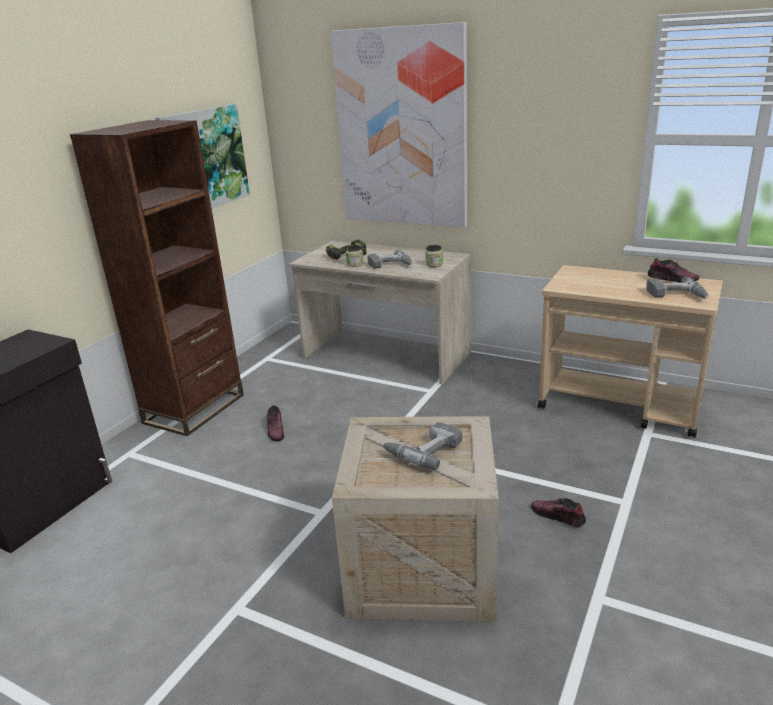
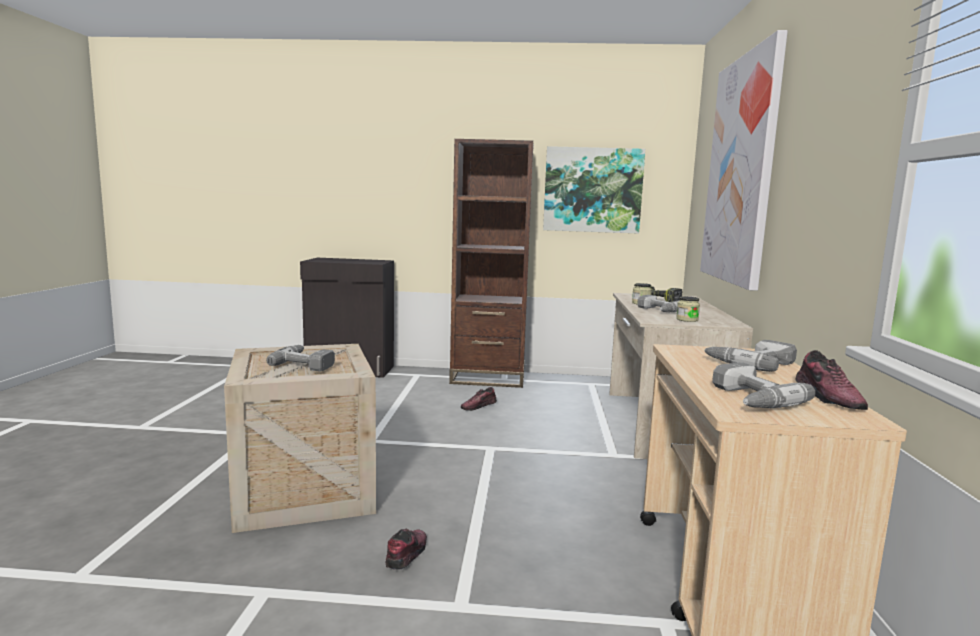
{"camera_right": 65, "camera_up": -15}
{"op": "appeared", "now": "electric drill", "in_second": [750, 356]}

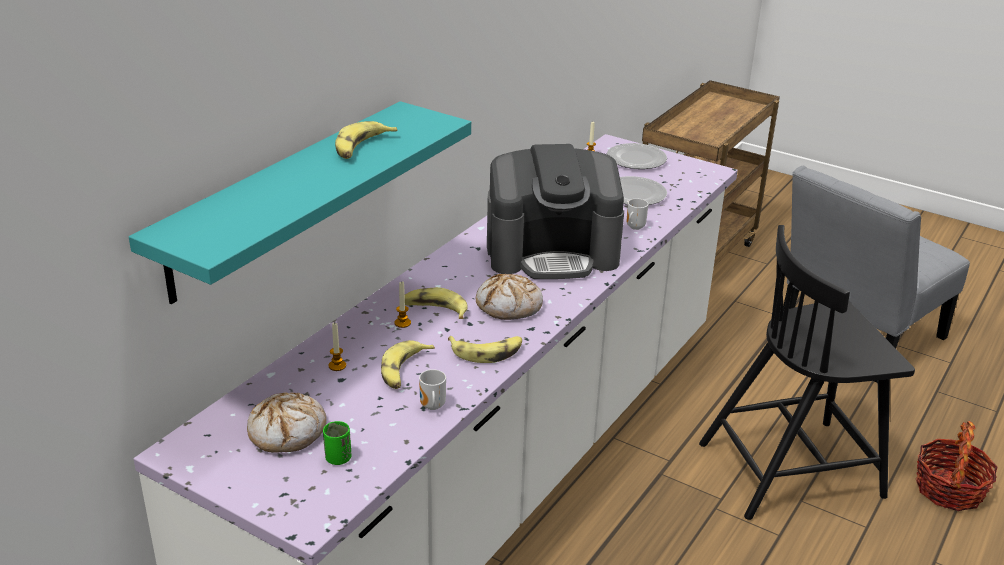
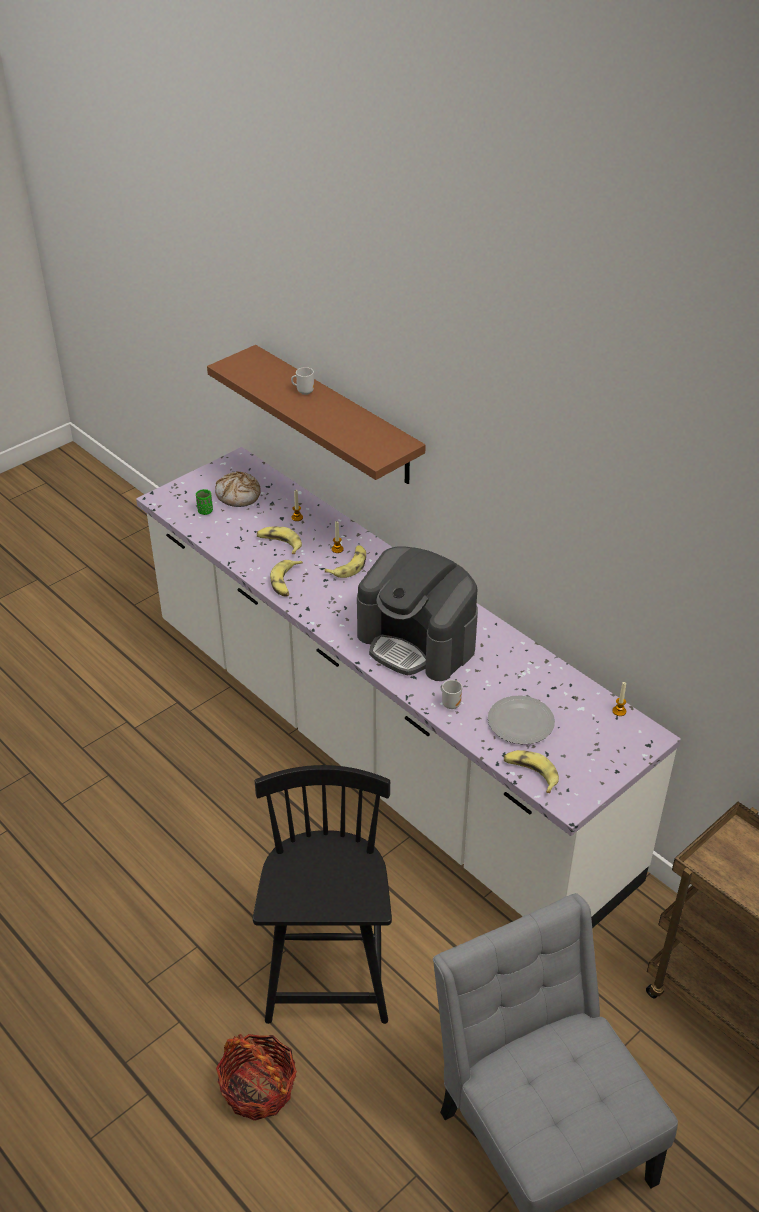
{"camera_right": 105, "camera_up": 10}
{"op": "missing", "was": "baked bread", "in_first": [509, 297]}
{"op": "missing", "was": "flat dish", "in_first": [637, 156]}
{"op": "relocated", "was": "banana fruit", "in_first": [366, 140], "in_second": [531, 771]}
{"op": "relocated", "was": "tea mug", "in_first": [432, 389], "in_second": [302, 381]}
{"op": "colour", "was": "turquoise-coloured shelf", "now": "brown-coloured shelf", "in_first": [300, 202], "in_second": [316, 414]}
{"op": "spun", "was": "coffee machine", "in_first": [555, 211], "in_second": [417, 613], "clockwise": -60}

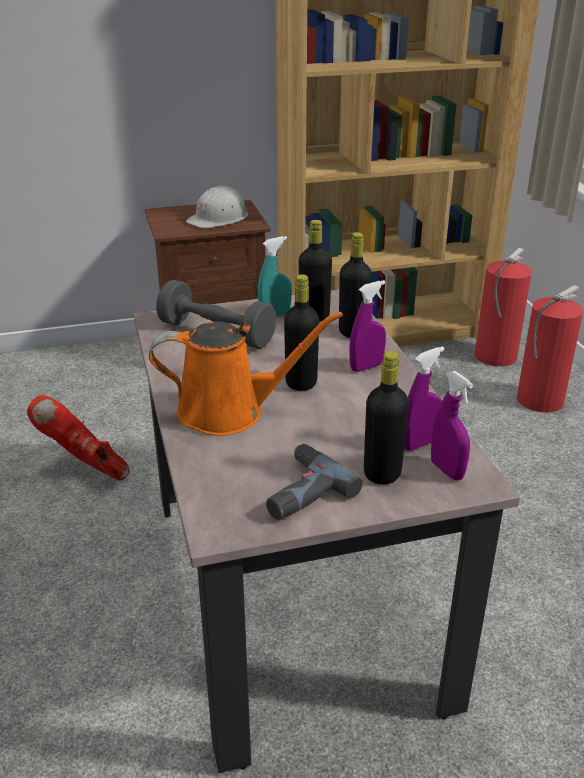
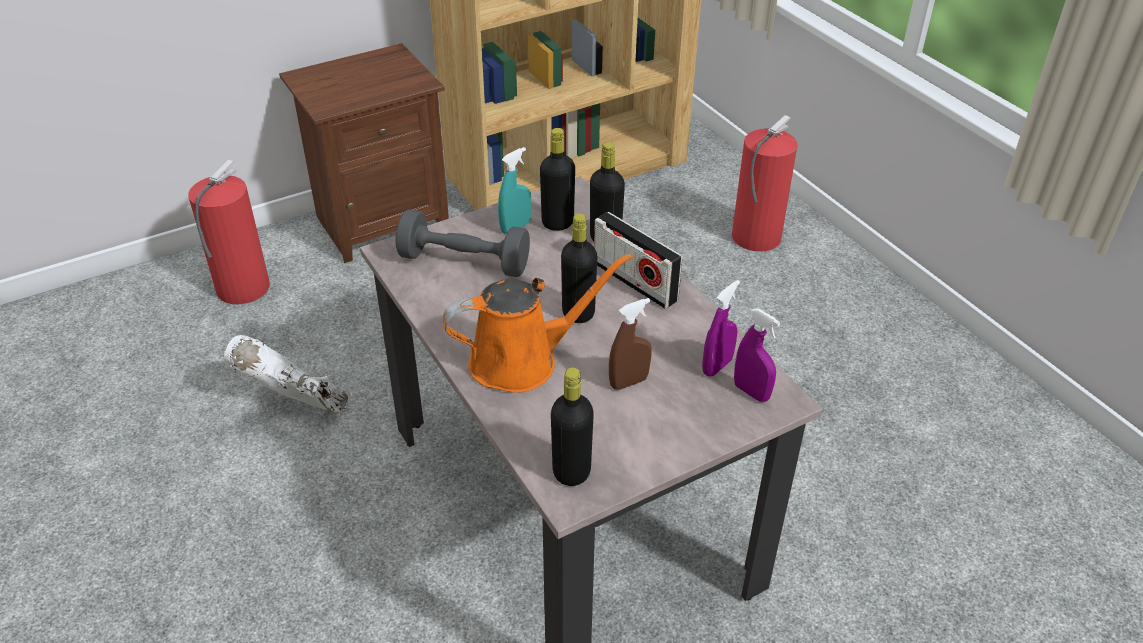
{"camera_right": -15, "camera_up": 10}
{"op": "missing", "was": "white-coloured work helmet", "in_first": [217, 206]}
{"op": "missing", "was": "electric drill", "in_first": [314, 482]}
{"op": "appeared", "now": "brown-coloured spray bottle", "in_second": [630, 344]}
{"op": "relocated", "was": "black bottle", "in_first": [386, 418], "in_second": [572, 426]}
{"op": "relocated", "was": "fire extinguisher", "in_first": [503, 307], "in_second": [229, 232]}
{"op": "exchanged", "was": "purplish spray bottle", "now": "radio receiver", "in_first": [367, 326], "in_second": [638, 260]}
{"op": "colour", "was": "red tall boot", "now": "white-coloured tall boot", "in_first": [78, 437], "in_second": [286, 374]}

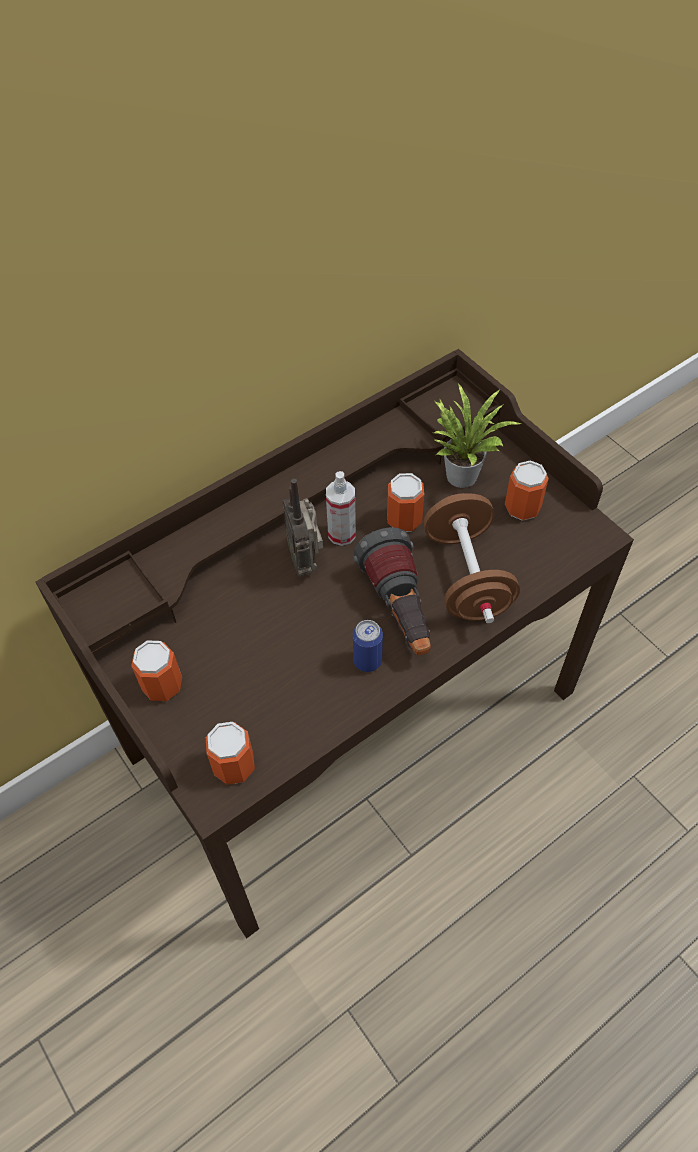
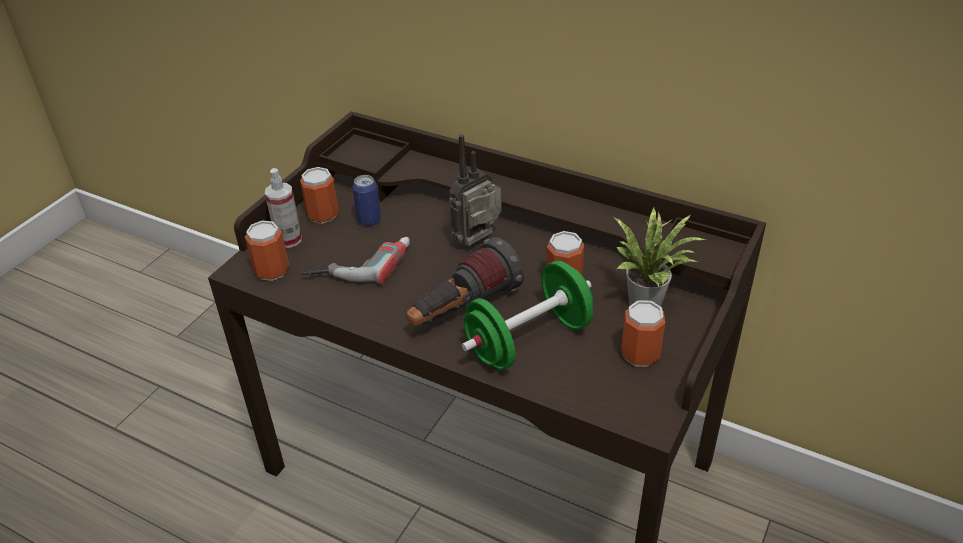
{"camera_right": 65, "camera_up": -15}
{"op": "appeared", "now": "electric drill", "in_second": [355, 261]}
{"op": "relocated", "was": "spray bottle", "in_first": [341, 508], "in_second": [283, 208]}
{"op": "relocated", "was": "sealed can", "in_first": [368, 646], "in_second": [367, 200]}
{"op": "colour", "was": "brown-coloured dumbbell", "now": "green dumbbell", "in_first": [471, 558], "in_second": [527, 316]}

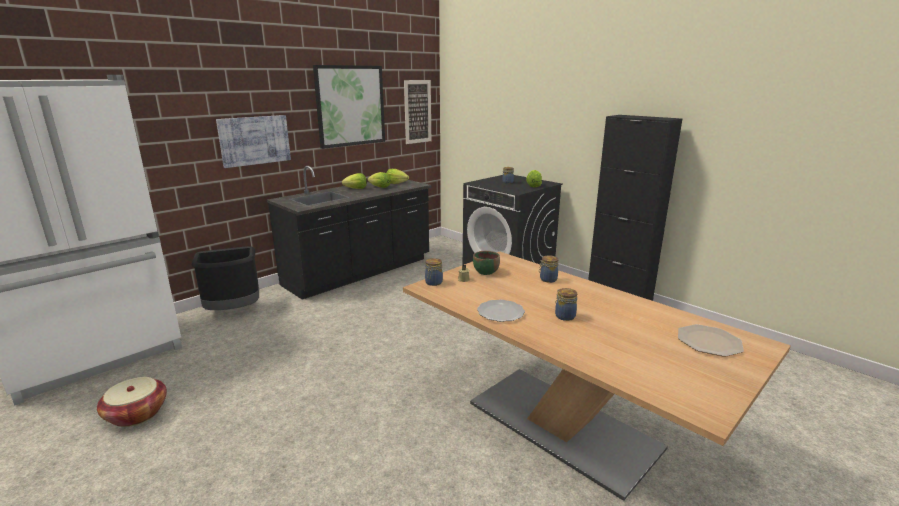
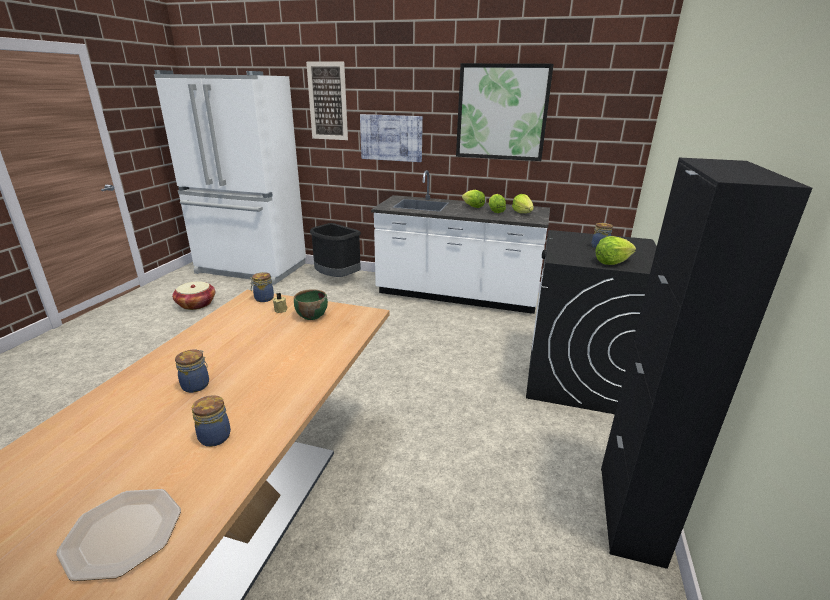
{"camera_right": 60, "camera_up": 5}
{"op": "missing", "was": "flat dish", "in_first": [501, 311]}
{"op": "relocated", "was": "wall picture", "in_first": [417, 112], "in_second": [327, 101]}
{"op": "relocated", "was": "preserve jar", "in_first": [549, 269], "in_second": [211, 421]}
{"op": "colour", "was": "black counter", "now": "white-coloured counter", "in_first": [349, 233], "in_second": [460, 242]}

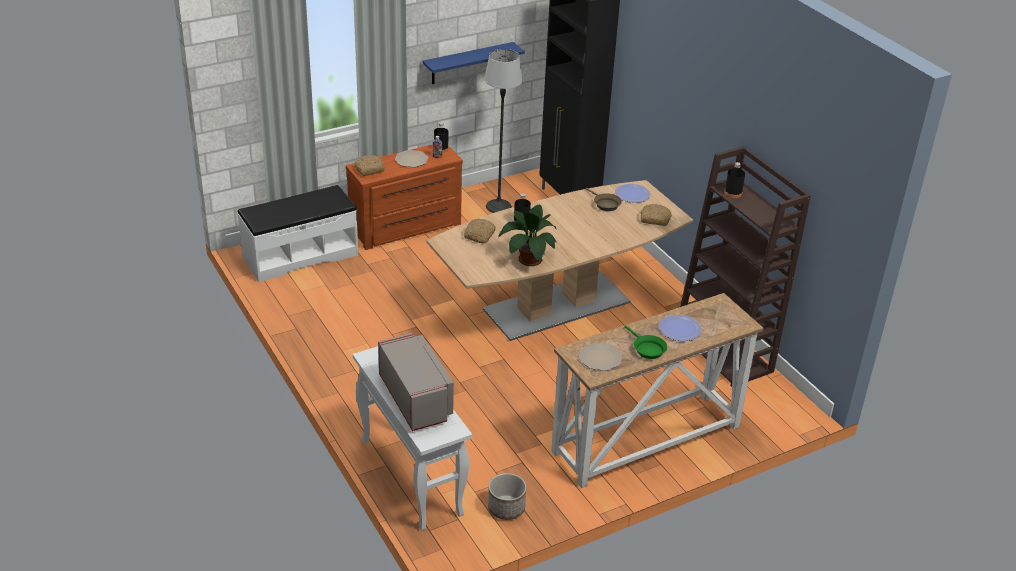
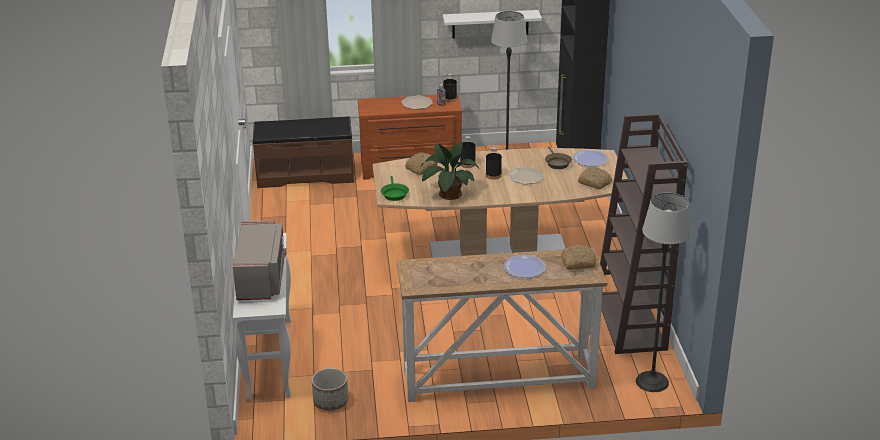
{"camera_right": 25, "camera_up": -5}
{"op": "appeared", "now": "standing lamp", "in_second": [664, 292]}
{"op": "relocated", "was": "baked bread", "in_first": [370, 165], "in_second": [578, 257]}
{"op": "relocated", "was": "flat dish", "in_first": [600, 357], "in_second": [526, 175]}
{"op": "relocated", "was": "green skillet", "in_first": [646, 342], "in_second": [395, 188]}
{"op": "relocated", "was": "black bottle", "in_first": [734, 180], "in_second": [494, 163]}
{"op": "colour", "was": "white-coloured indoor bench", "now": "brown-coloured indoor bench", "in_first": [298, 233], "in_second": [303, 152]}
{"op": "colour", "was": "bluish shelf", "now": "white-coloured shelf", "in_first": [474, 63], "in_second": [492, 24]}

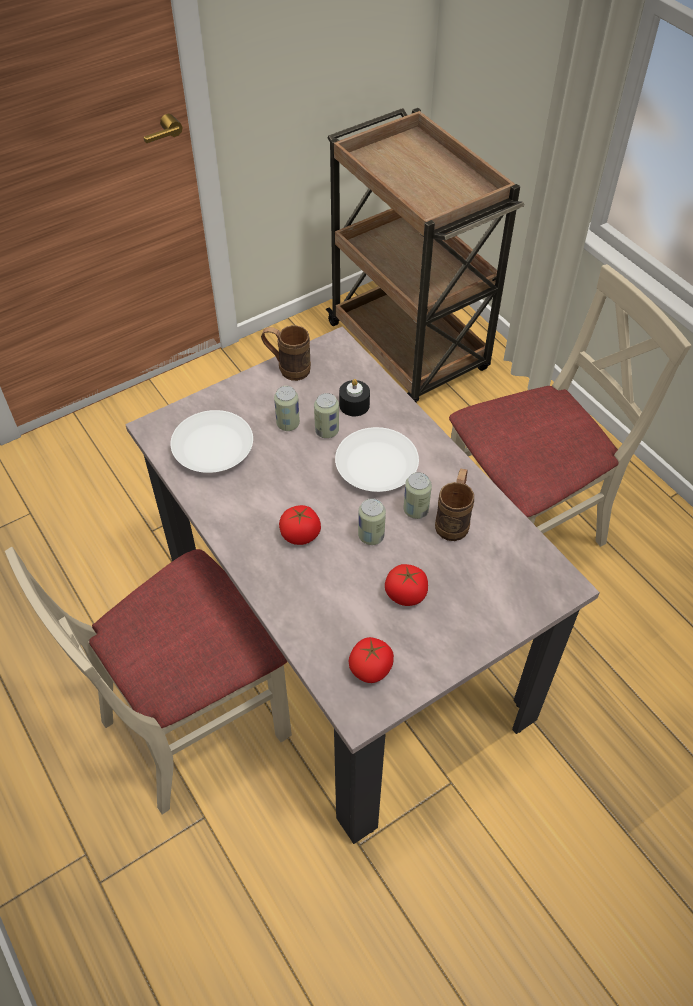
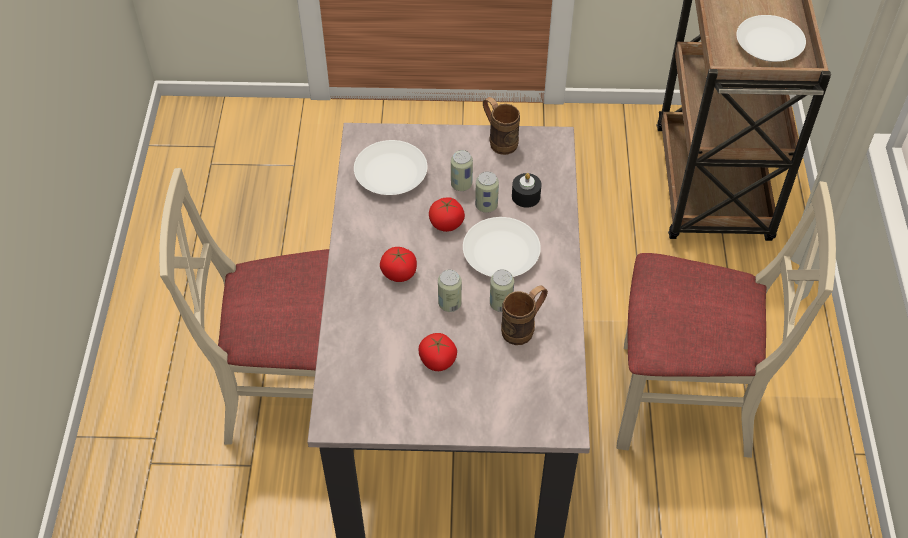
{"camera_right": 35, "camera_up": 0}
{"op": "appeared", "now": "white-coloured flat dish", "in_second": [771, 38]}
{"op": "relocated", "was": "fresh tomato", "in_first": [371, 660], "in_second": [447, 214]}

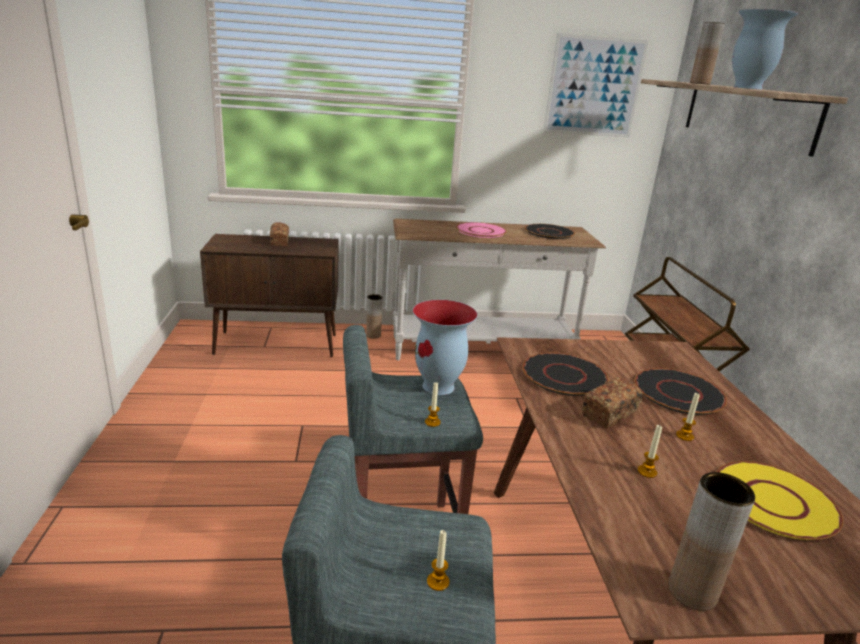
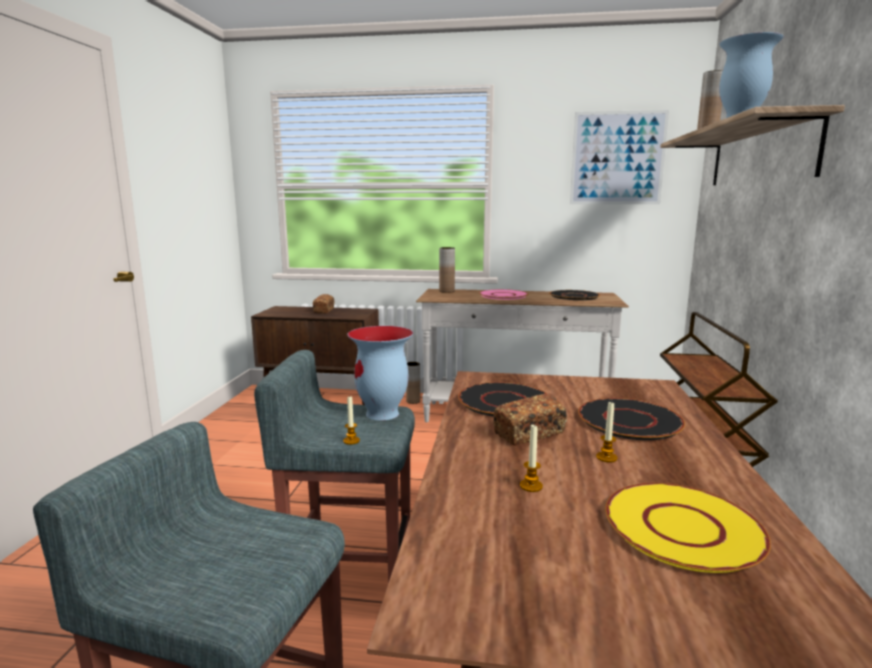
{"camera_right": 15, "camera_up": -10}
{"op": "missing", "was": "wax candle", "in_first": [438, 560]}
{"op": "relocated", "was": "brown-coloured flower vase", "in_first": [712, 541], "in_second": [447, 270]}

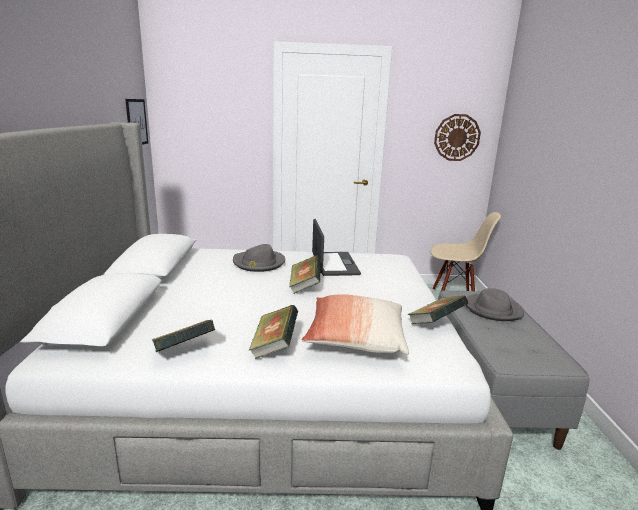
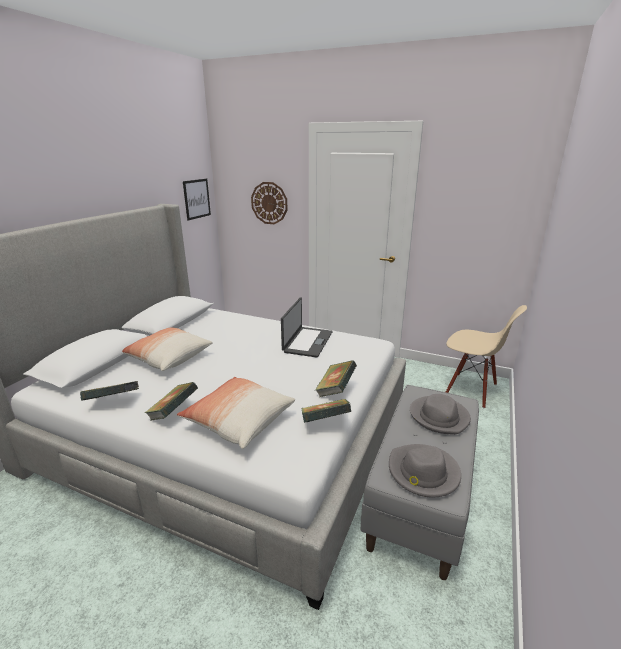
{"camera_right": 25, "camera_up": 5}
{"op": "appeared", "now": "pillow", "in_second": [167, 349]}
{"op": "relocated", "was": "grey clothing hat", "in_first": [259, 258], "in_second": [425, 470]}
{"op": "relocated", "was": "book", "in_first": [305, 274], "in_second": [336, 379]}
{"op": "relocated", "was": "clock on the wall", "in_first": [457, 137], "in_second": [269, 203]}

